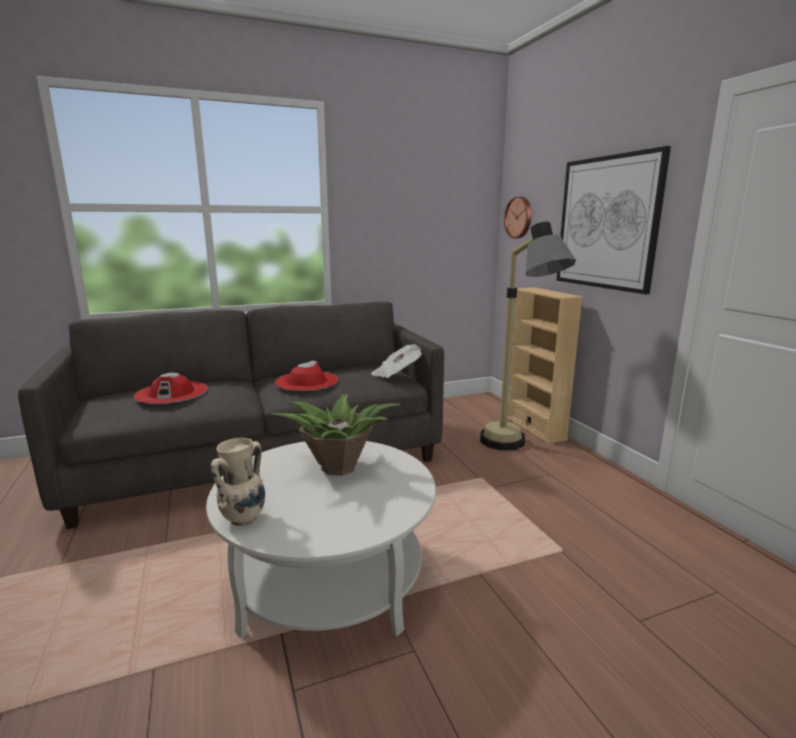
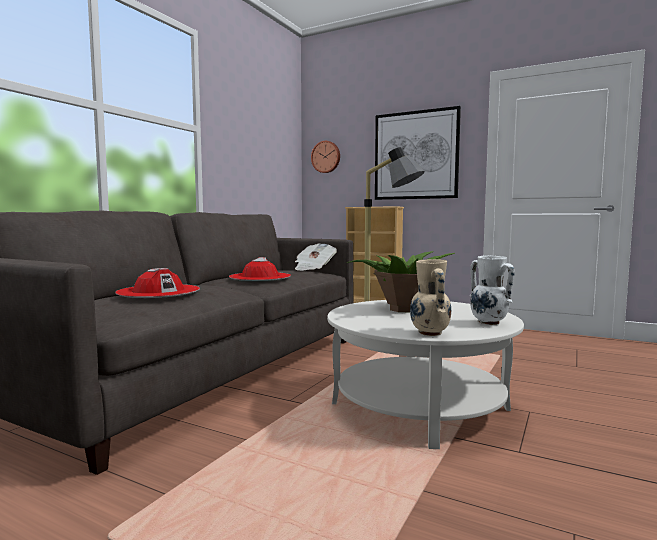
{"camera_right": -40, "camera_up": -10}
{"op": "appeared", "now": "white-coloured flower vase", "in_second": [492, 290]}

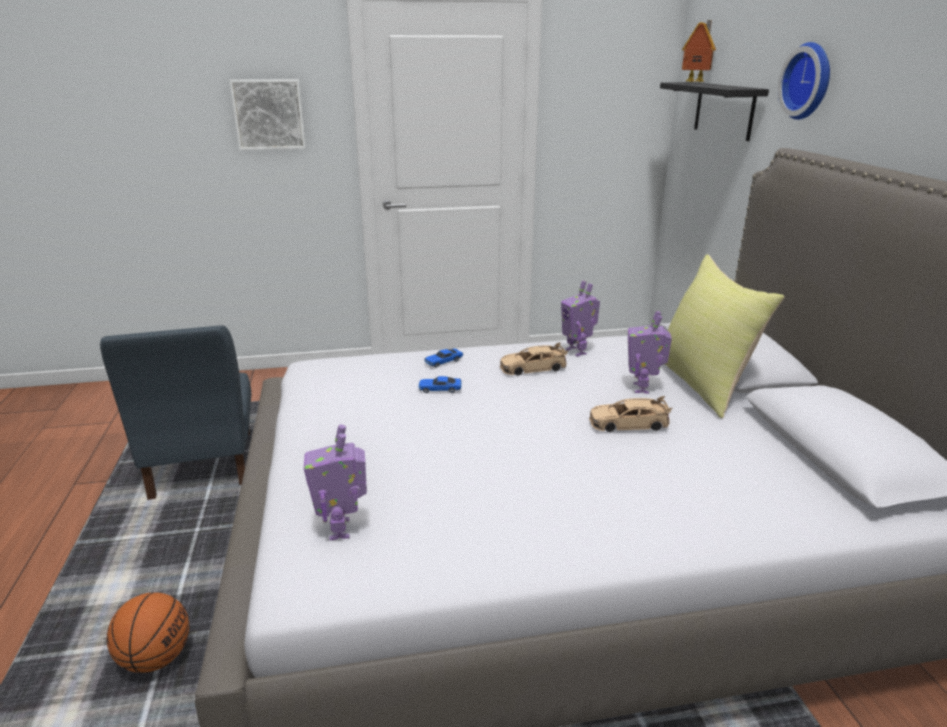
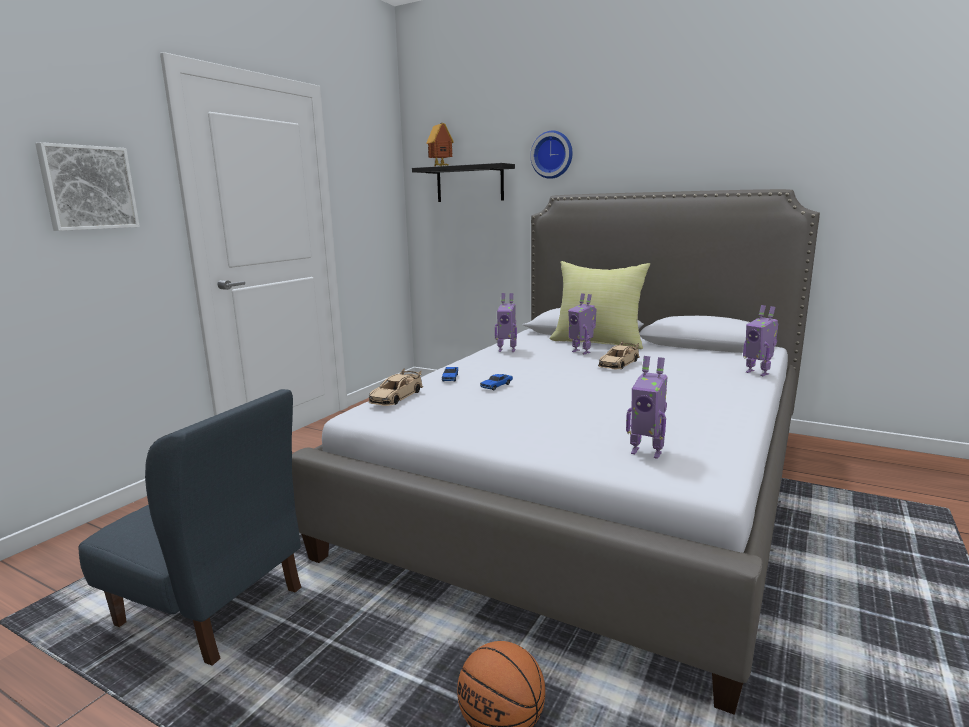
{"camera_right": -50, "camera_up": -10}
{"op": "appeared", "now": "robot figure", "in_second": [761, 340]}
{"op": "relocated", "was": "beige toy car", "in_first": [534, 359], "in_second": [396, 387]}

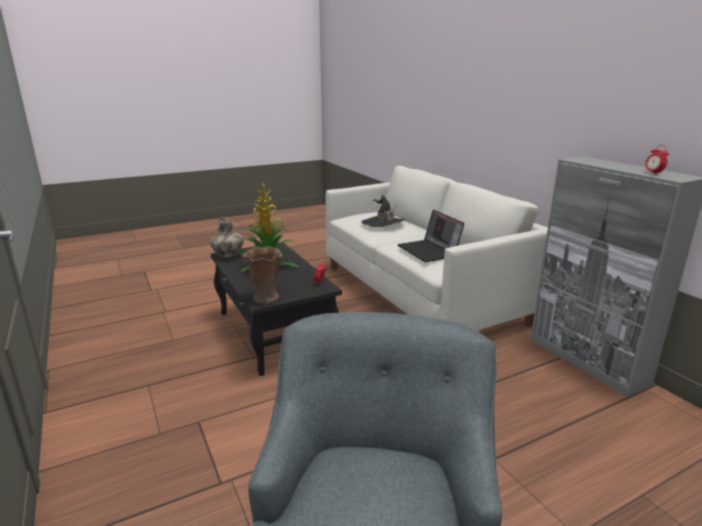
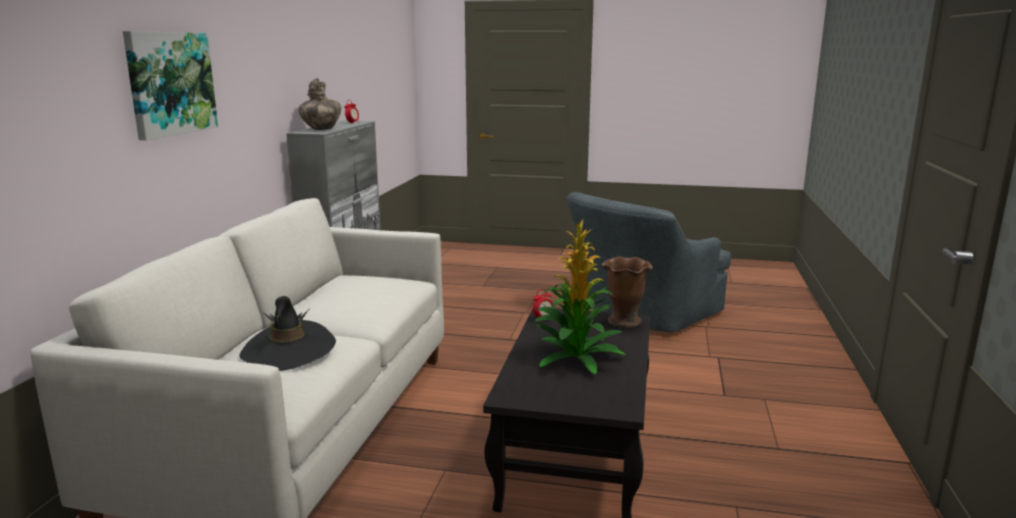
{"camera_right": -140, "camera_up": -5}
{"op": "missing", "was": "laptop", "in_first": [430, 236]}
{"op": "appeared", "now": "wall picture", "in_second": [170, 85]}
{"op": "relocated", "was": "flower vase", "in_first": [227, 237], "in_second": [319, 104]}

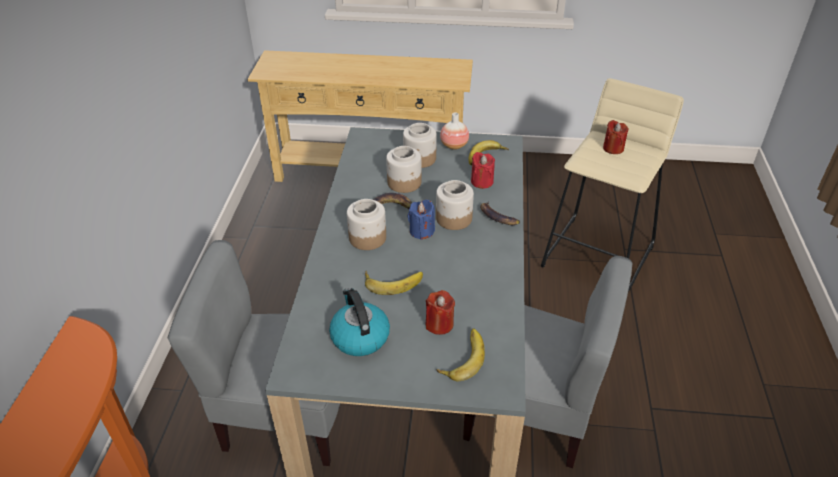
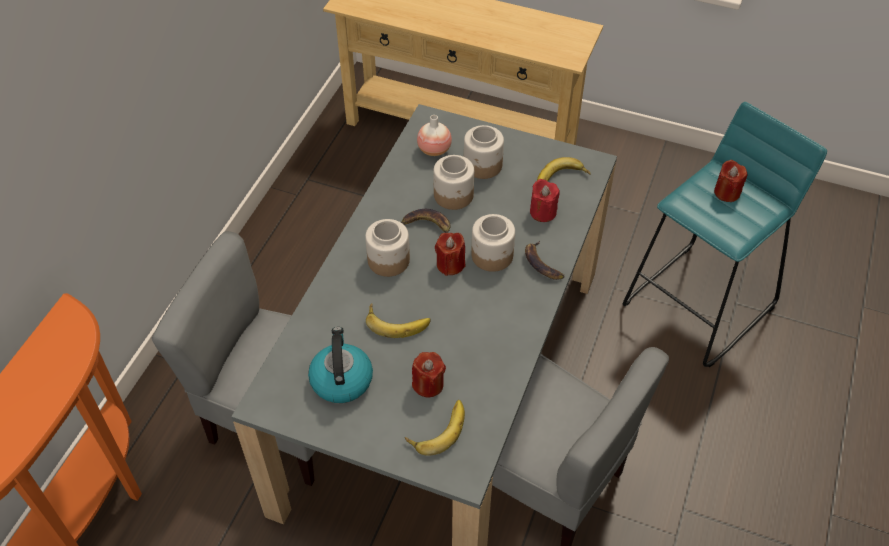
{"camera_right": 15, "camera_up": 10}
{"op": "relocated", "was": "flower vase", "in_first": [454, 131], "in_second": [434, 135]}
{"op": "colour", "was": "bluish wax candle", "now": "red wax candle", "in_first": [421, 219], "in_second": [450, 254]}
{"op": "colour", "was": "beige stool", "now": "turquoise-coloured stool", "in_first": [612, 185], "in_second": [725, 234]}

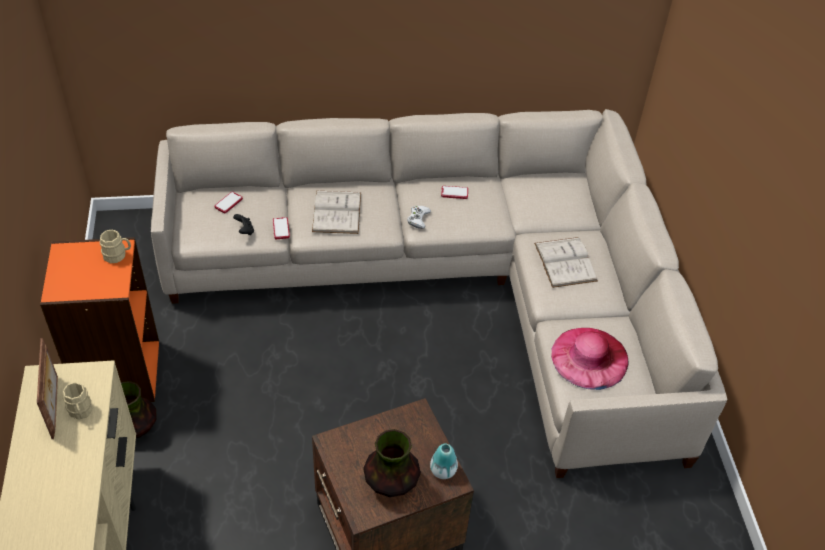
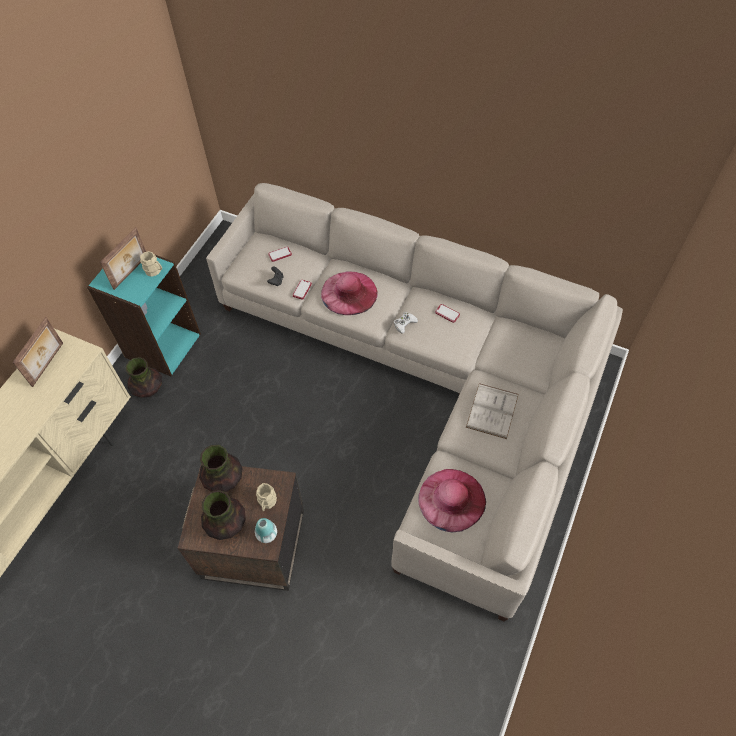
{"camera_right": 35, "camera_up": 10}
{"op": "appeared", "now": "standing frame", "in_second": [123, 258]}
{"op": "appeared", "now": "flower vase", "in_second": [220, 468]}
{"op": "relocated", "was": "beige tea mug", "in_first": [78, 401], "in_second": [266, 497]}
{"op": "exchanged", "was": "white-coloured book", "now": "pink-coloured clothing hat", "in_first": [336, 212], "in_second": [349, 293]}
{"op": "colour", "was": "orange shelving unit", "now": "turquoise-coloured shelving unit", "in_first": [99, 319], "in_second": [144, 313]}

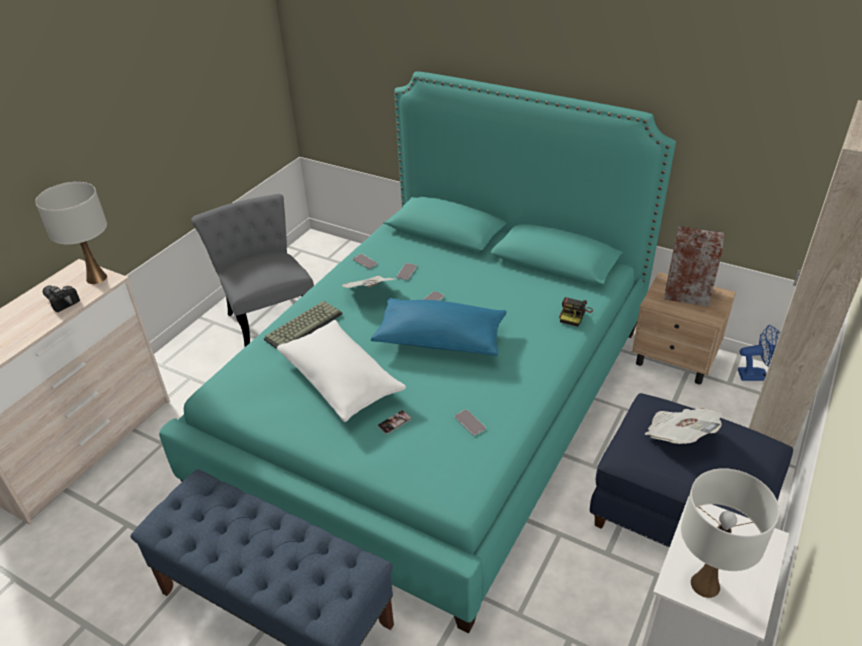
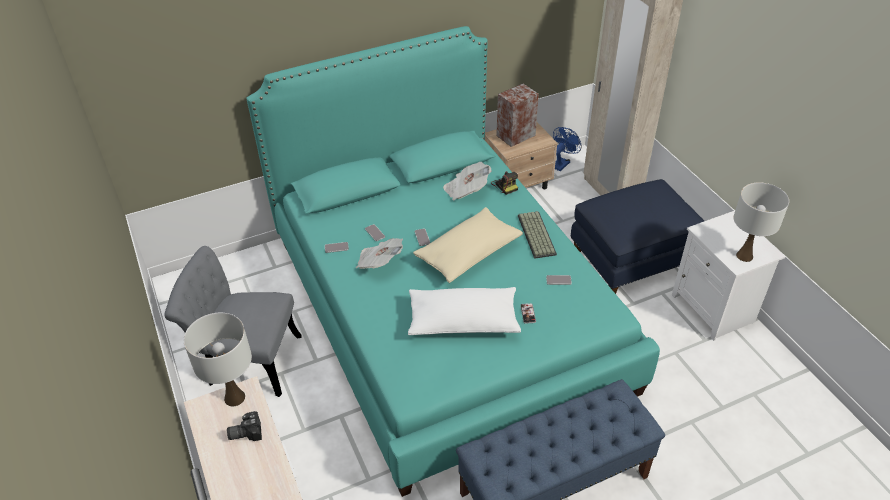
{"camera_right": -55, "camera_up": 5}
{"op": "relocated", "was": "PC keyboard", "in_first": [303, 325], "in_second": [537, 235]}
{"op": "relocated", "was": "newspaper", "in_first": [683, 426], "in_second": [467, 181]}
{"op": "colour", "was": "bluish pillow", "now": "beige pillow", "in_first": [439, 327], "in_second": [468, 245]}

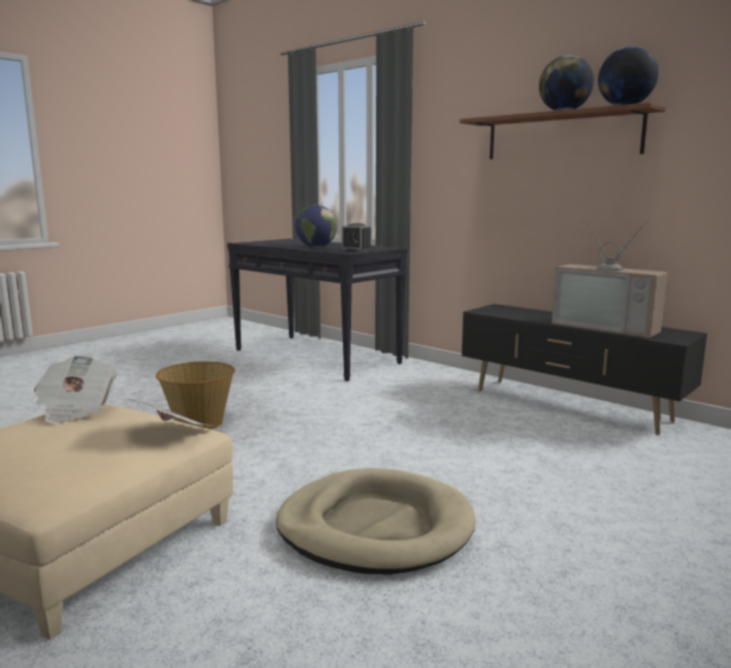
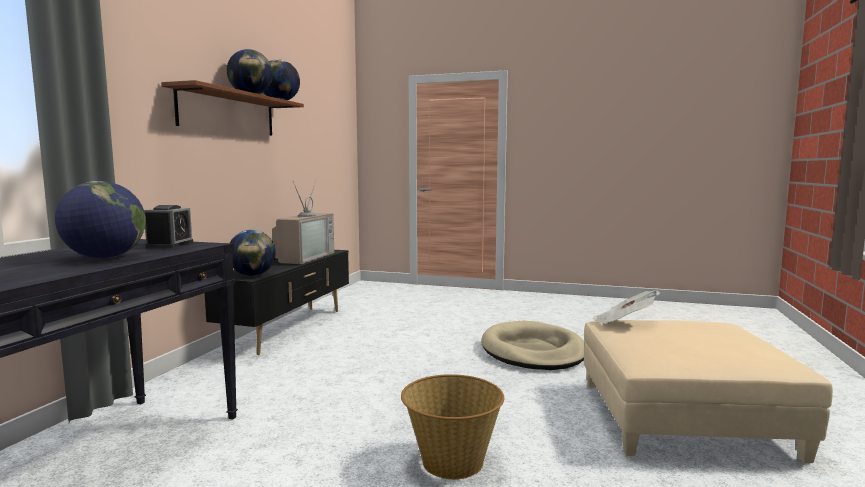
{"camera_right": -115, "camera_up": -5}
{"op": "missing", "was": "newspaper", "in_first": [75, 389]}
{"op": "appeared", "now": "desk globe", "in_second": [253, 253]}

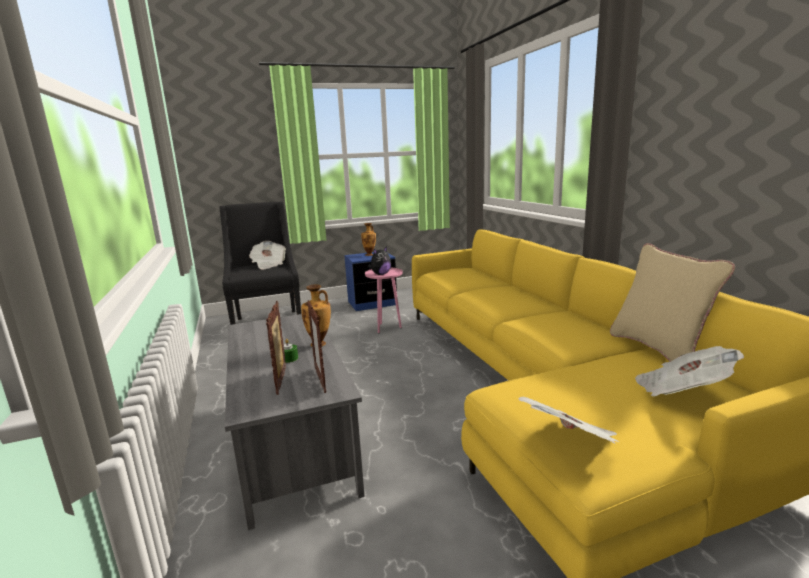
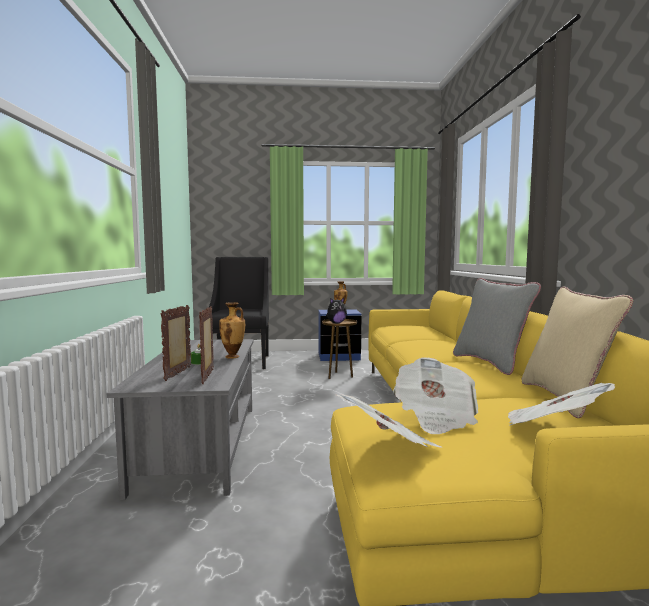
{"camera_right": 15, "camera_up": -10}
{"op": "appeared", "now": "grey pillow", "in_second": [497, 326]}
{"op": "relocated", "was": "newspaper", "in_first": [267, 255], "in_second": [435, 395]}
{"op": "colour", "was": "pink-coloured accent table", "now": "brown-coloured accent table", "in_first": [383, 300], "in_second": [339, 349]}

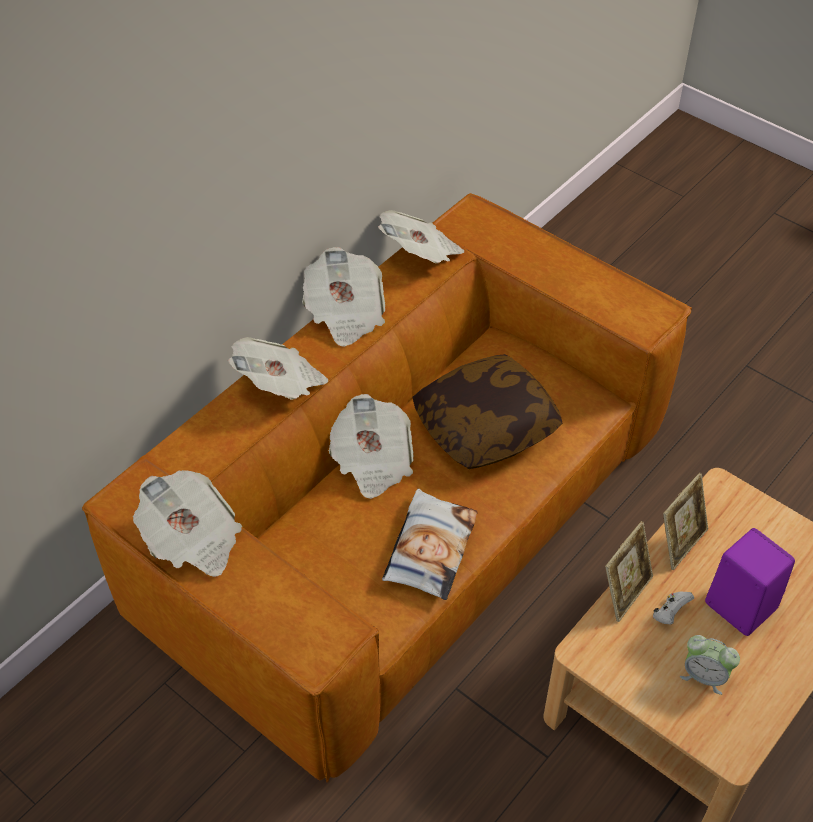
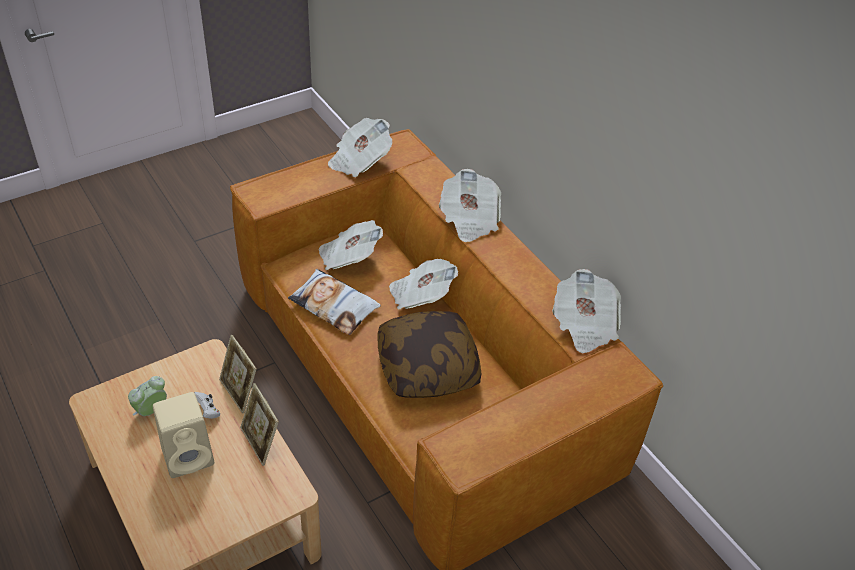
{"camera_right": 105, "camera_up": -5}
{"op": "relocated", "was": "newspaper", "in_first": [343, 297], "in_second": [350, 245]}
{"op": "colour", "was": "purplish audio speaker", "now": "beige audio speaker", "in_first": [750, 582], "in_second": [183, 435]}

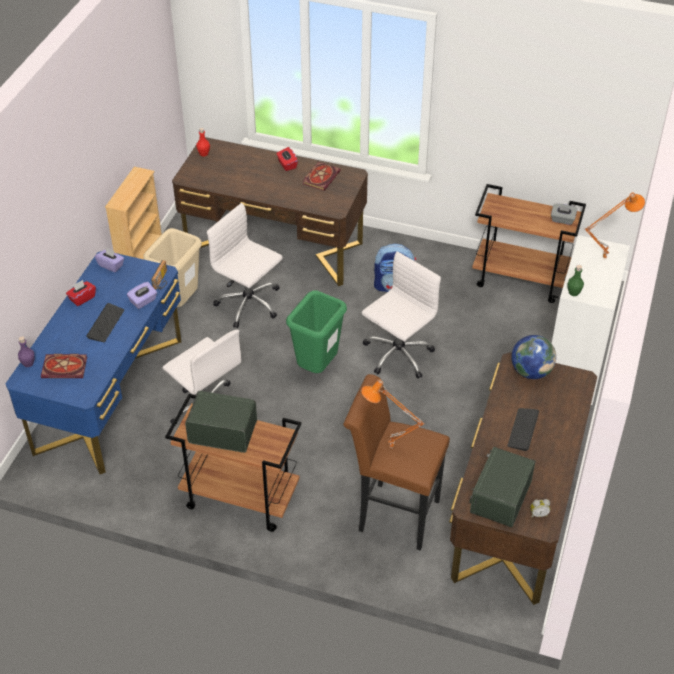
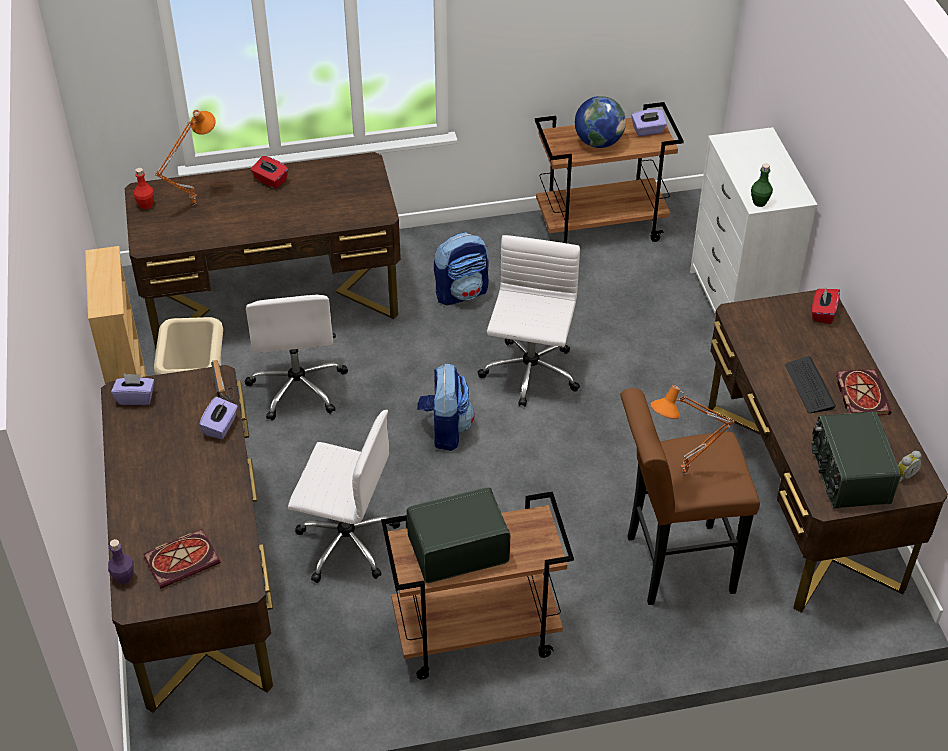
{"camera_right": -30, "camera_up": 0}
{"op": "missing", "was": "PC keyboard", "in_first": [105, 322]}
{"op": "relocated", "was": "red tissue holder", "in_first": [81, 293], "in_second": [826, 305]}
{"op": "relocated", "was": "book", "in_first": [322, 176], "in_second": [864, 392]}
{"op": "relocated", "was": "desk globe", "in_first": [533, 357], "in_second": [600, 122]}
{"op": "relocated", "was": "orange lamp for a table", "in_first": [614, 225], "in_second": [185, 158]}
{"op": "exchanged", "was": "green rubbish bin", "now": "backpack", "in_first": [316, 331], "in_second": [446, 407]}
{"op": "colour", "was": "bluish desk", "now": "brown-coloured desk", "in_first": [93, 362], "in_second": [187, 539]}
{"op": "colour", "was": "grey tissue holder", "now": "purplish tissue holder", "in_first": [564, 214], "in_second": [649, 122]}
{"op": "spun", "was": "white-coloured office chair", "in_first": [245, 265], "in_second": [296, 358], "clockwise": -105}

